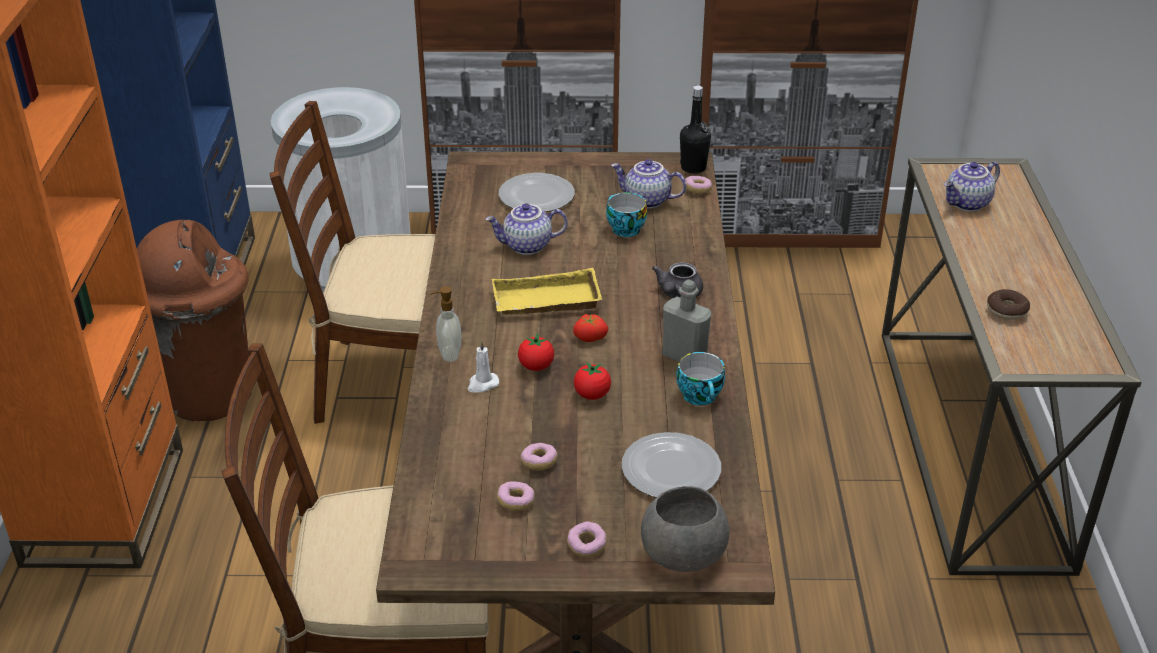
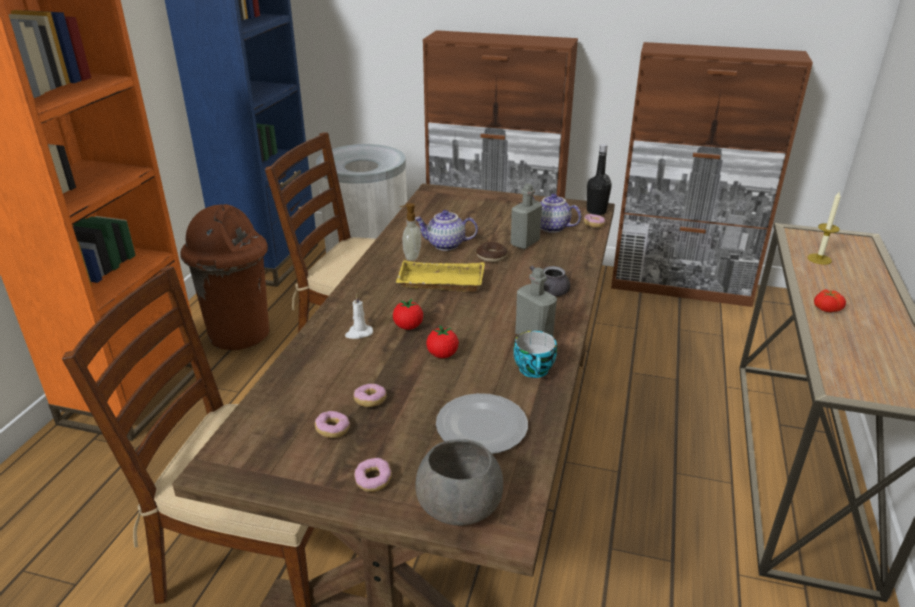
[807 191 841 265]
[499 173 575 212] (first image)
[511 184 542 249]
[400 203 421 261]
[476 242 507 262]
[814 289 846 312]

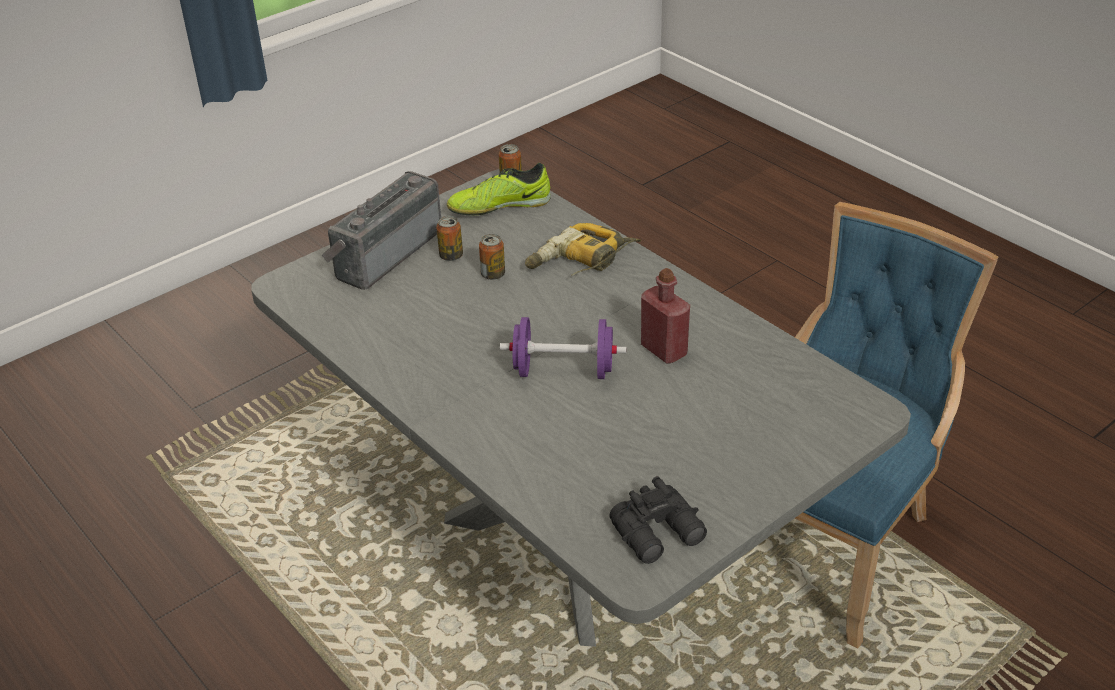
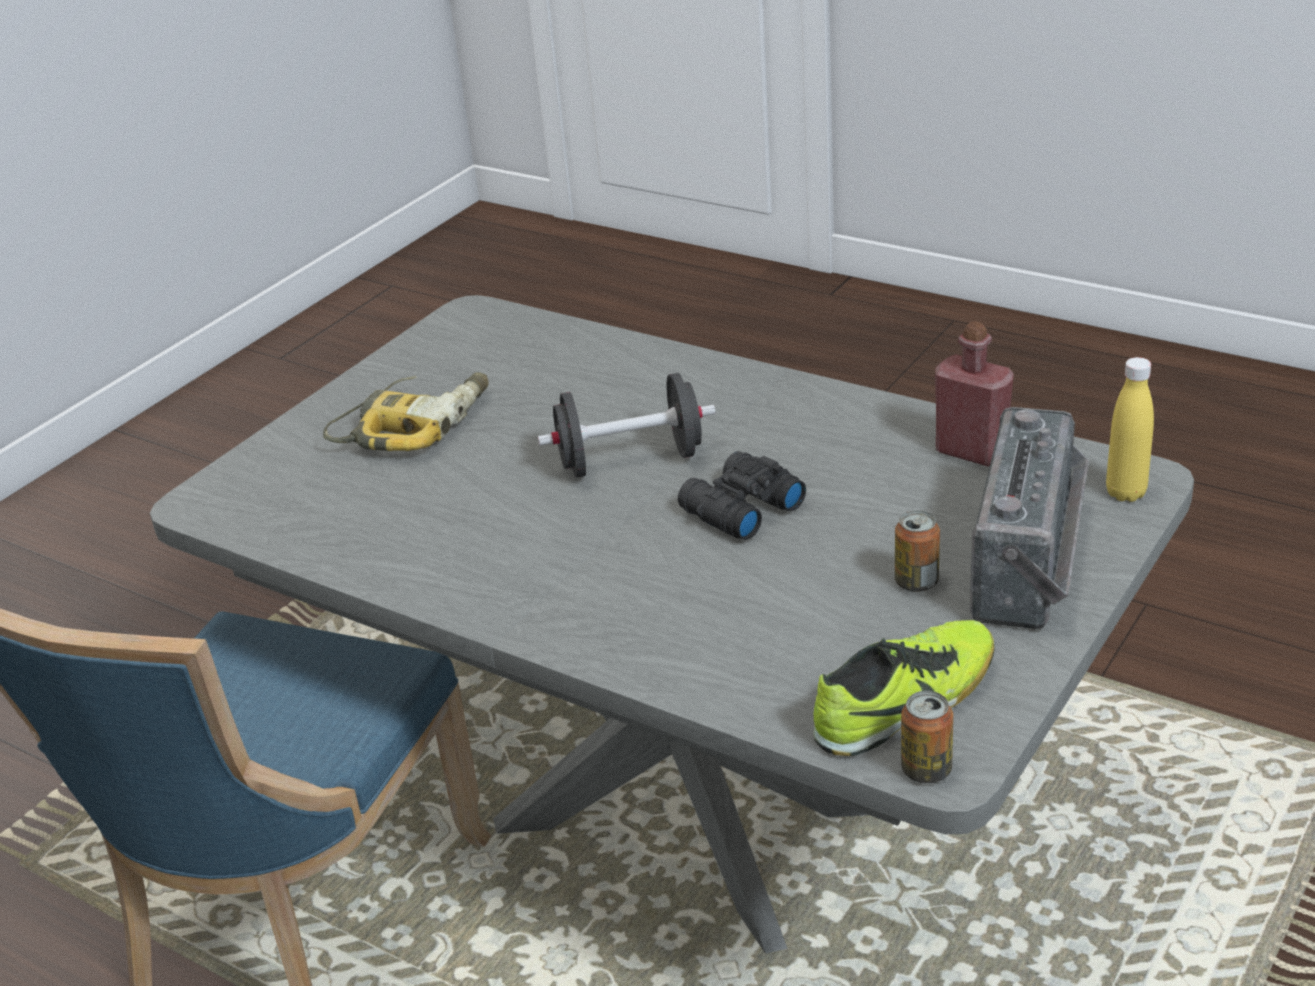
[323 372 489 451]
[479 234 505 280] (first image)
[935 321 1014 466]
[538 373 715 478]
[678 451 806 540]
[1106 357 1154 502]

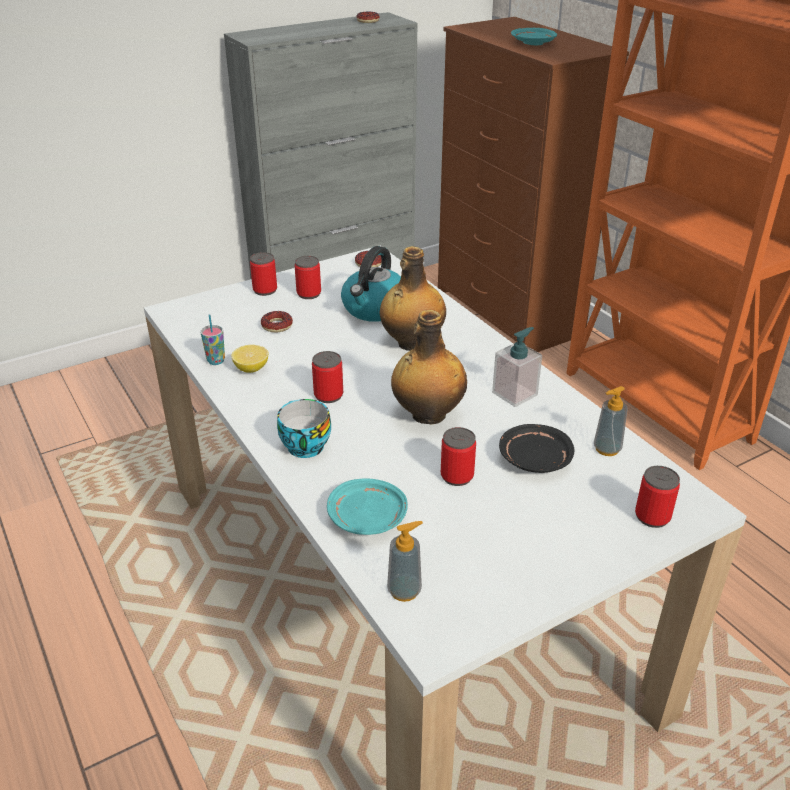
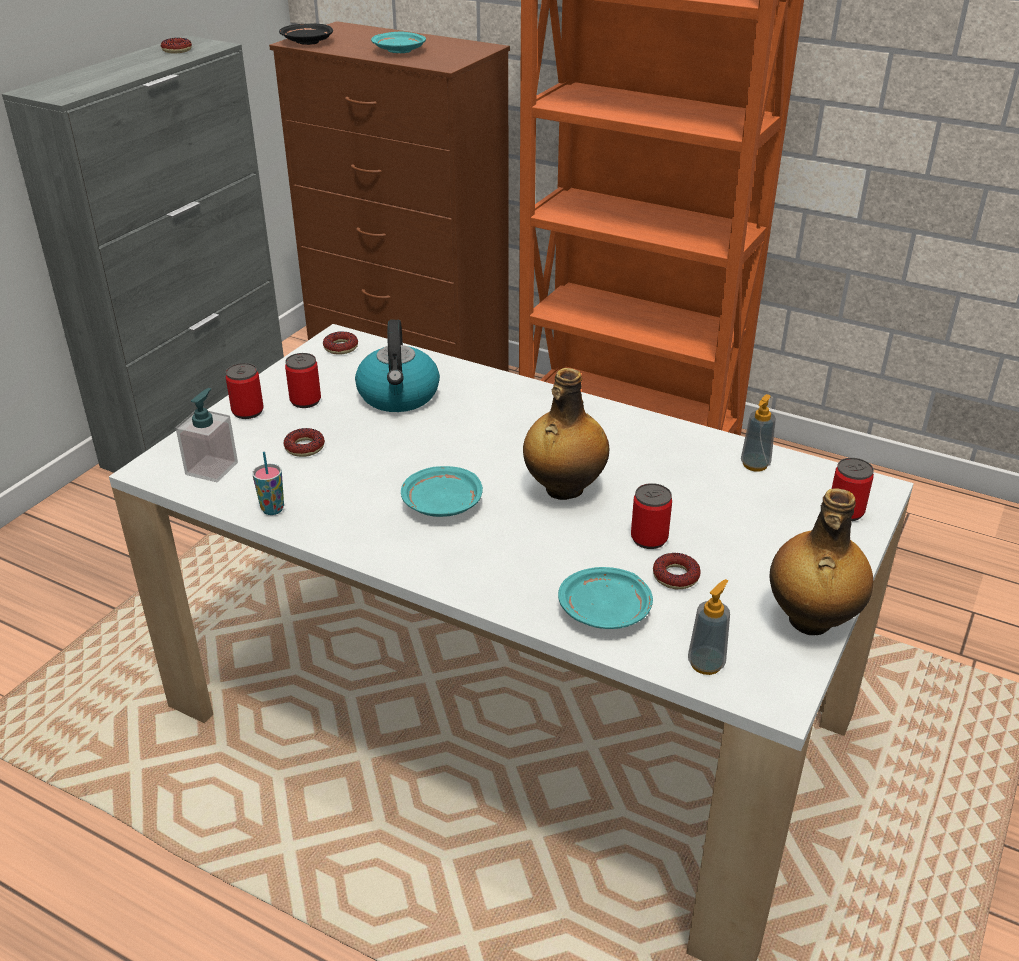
[770 488 873 635]
[176 388 238 482]
[231 345 268 373] (first image)
[401 466 483 517]
[277 399 331 458] (first image)
[279 24 333 45]
[653 553 700 589]

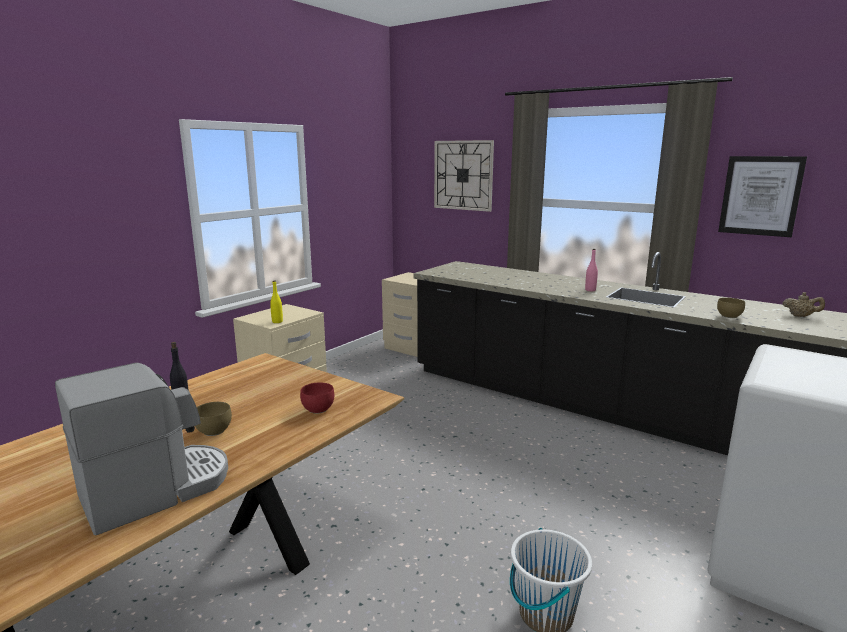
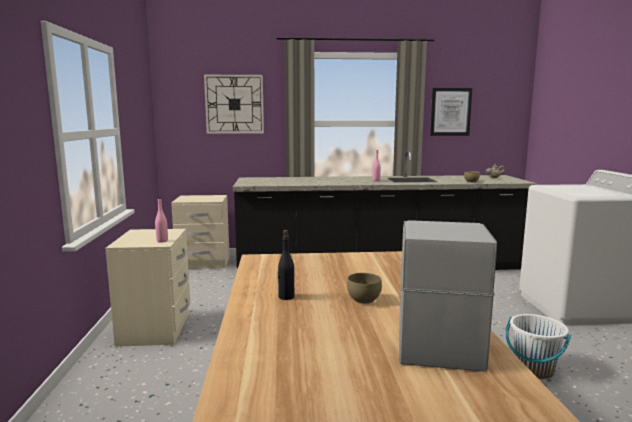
[155 198 168 243]
[300 383 334 414] (first image)

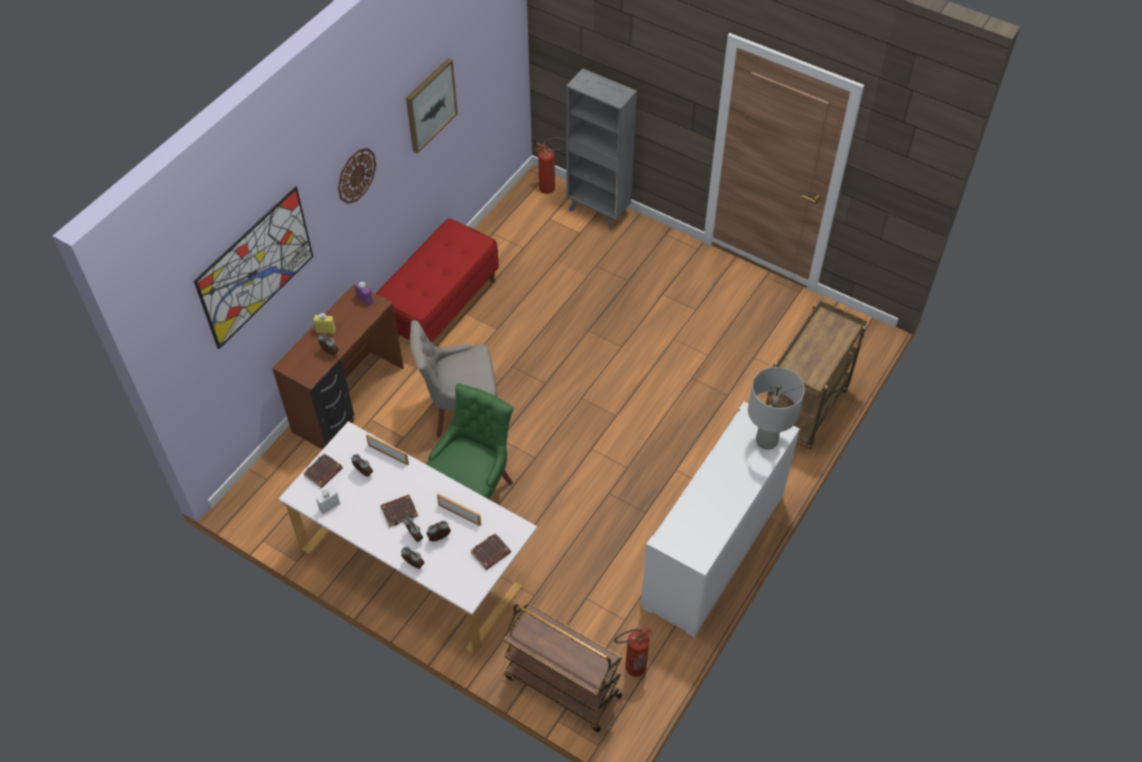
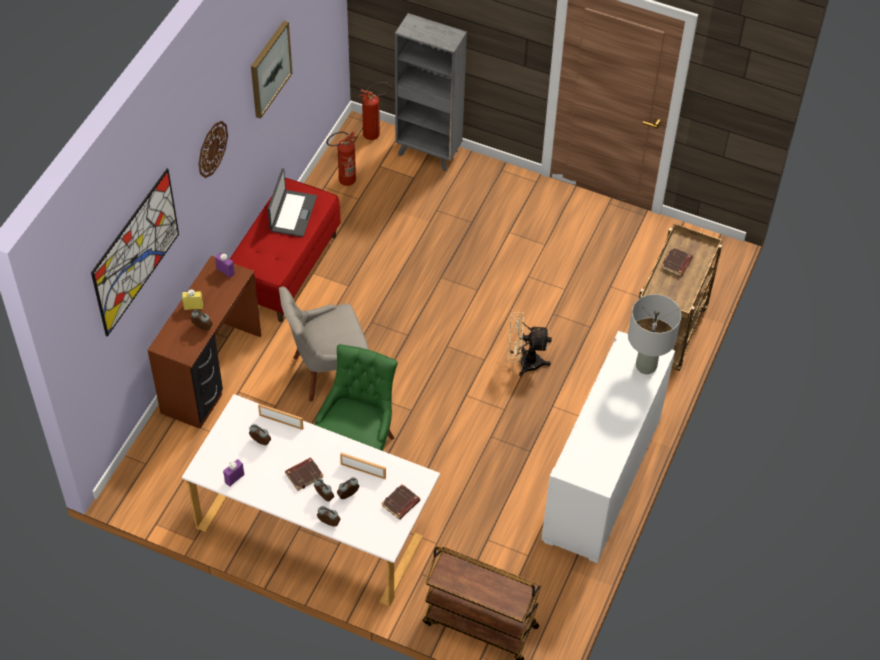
[661 247 693 277]
[223 459 244 487]
[326 131 357 186]
[268 168 317 237]
[508 312 552 377]

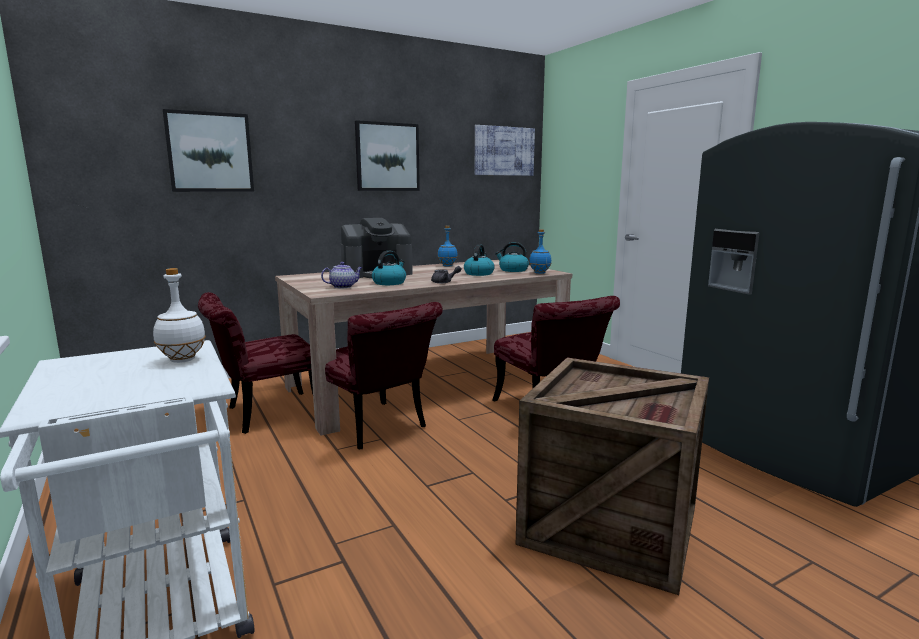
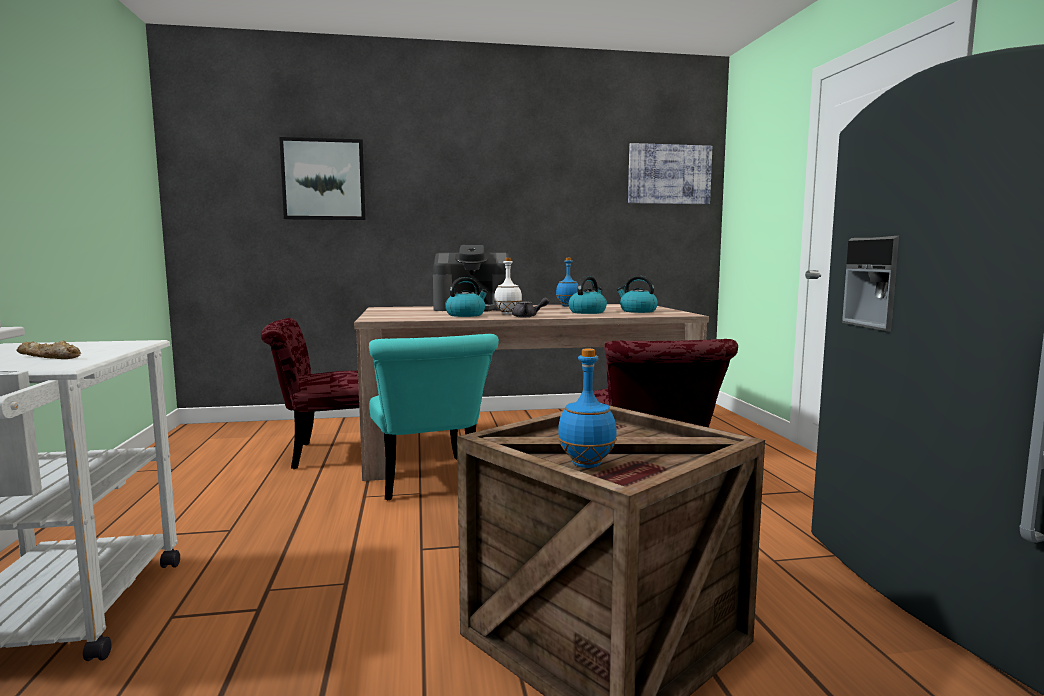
[355 120 420 191] (first image)
[558 349 617 468]
[321 262 363 288] (first image)
[494 258 522 314]
[369 334 499 500]
[16 340 81 359]

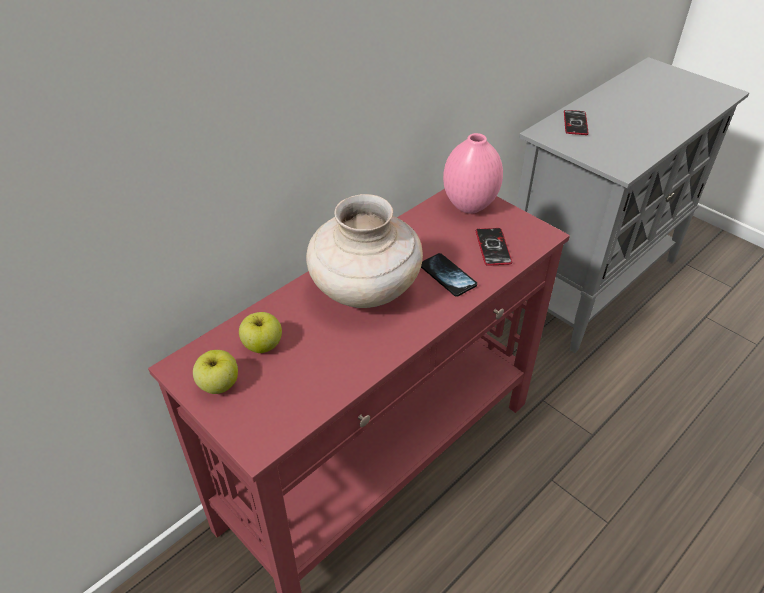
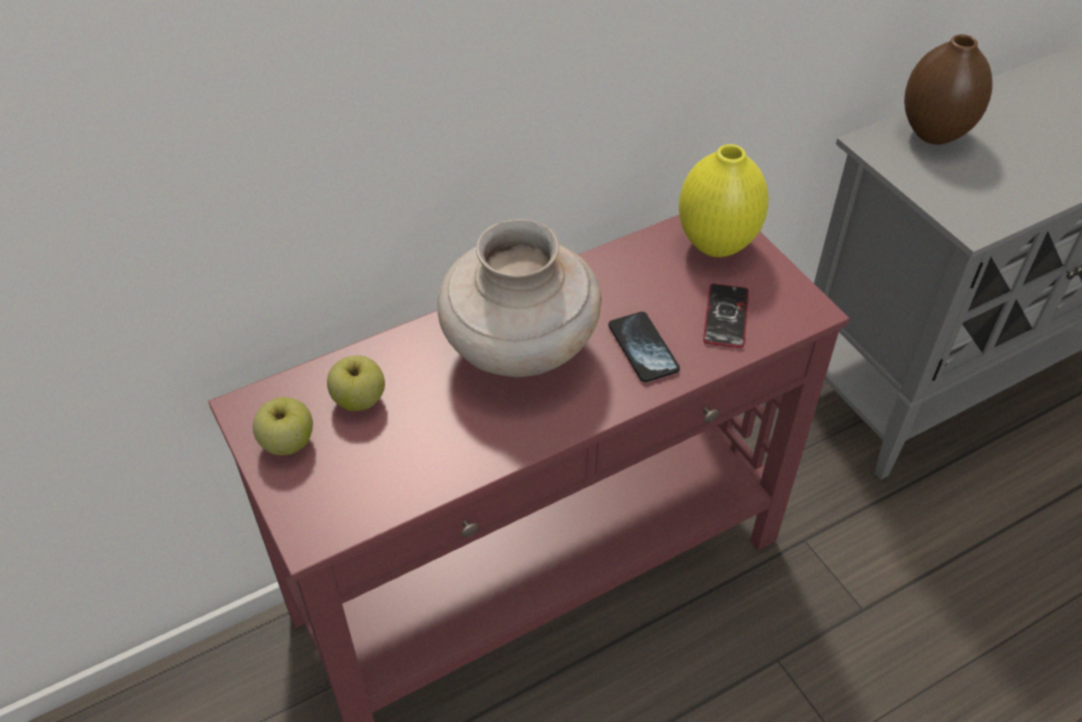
[904 34 993 145]
[679 144 769 257]

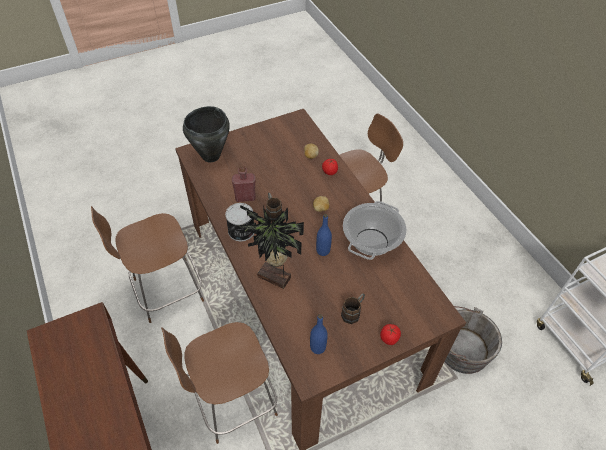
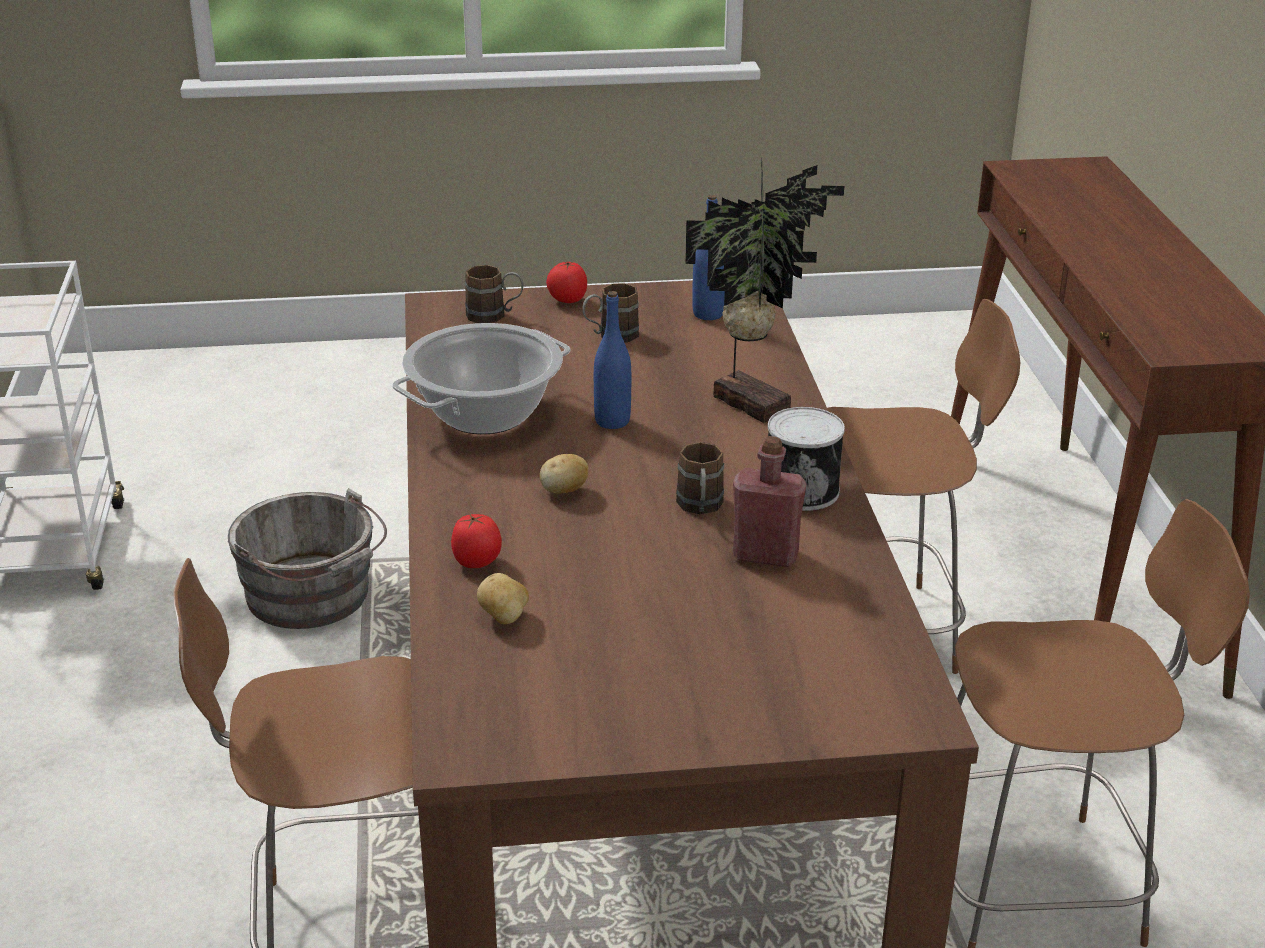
[183 106 230 162] (first image)
[465 265 523 323]

